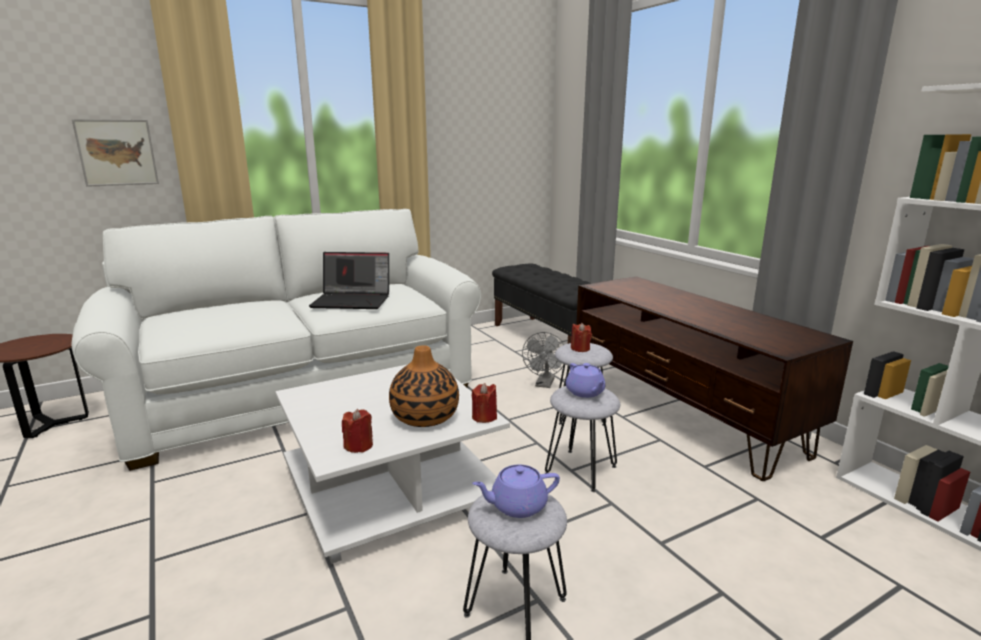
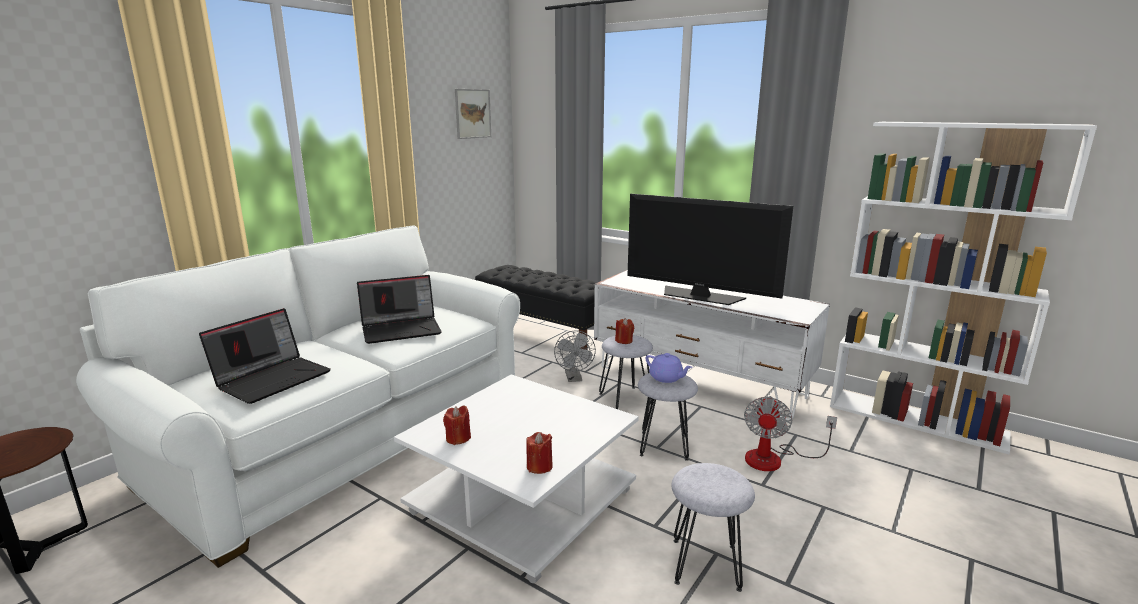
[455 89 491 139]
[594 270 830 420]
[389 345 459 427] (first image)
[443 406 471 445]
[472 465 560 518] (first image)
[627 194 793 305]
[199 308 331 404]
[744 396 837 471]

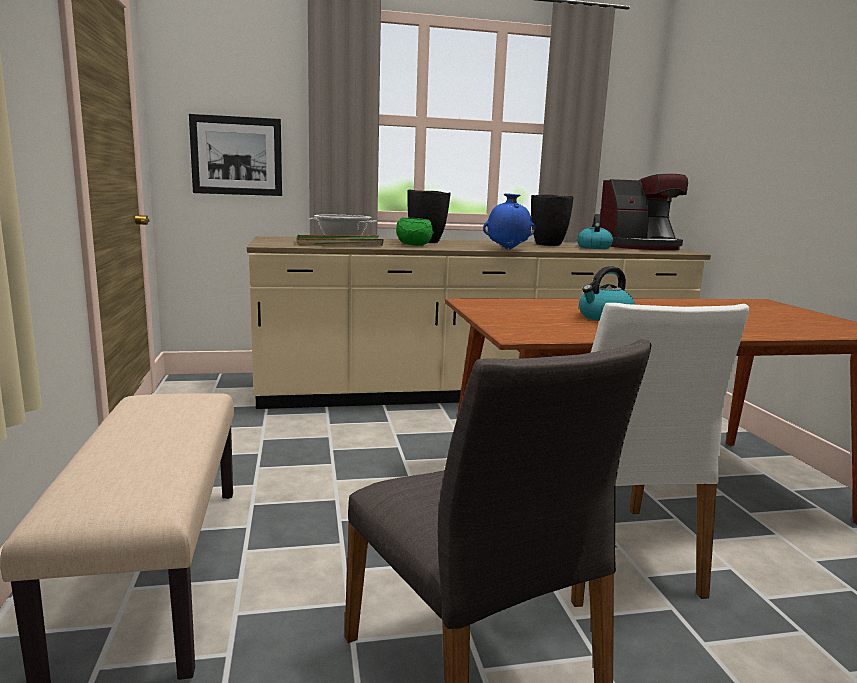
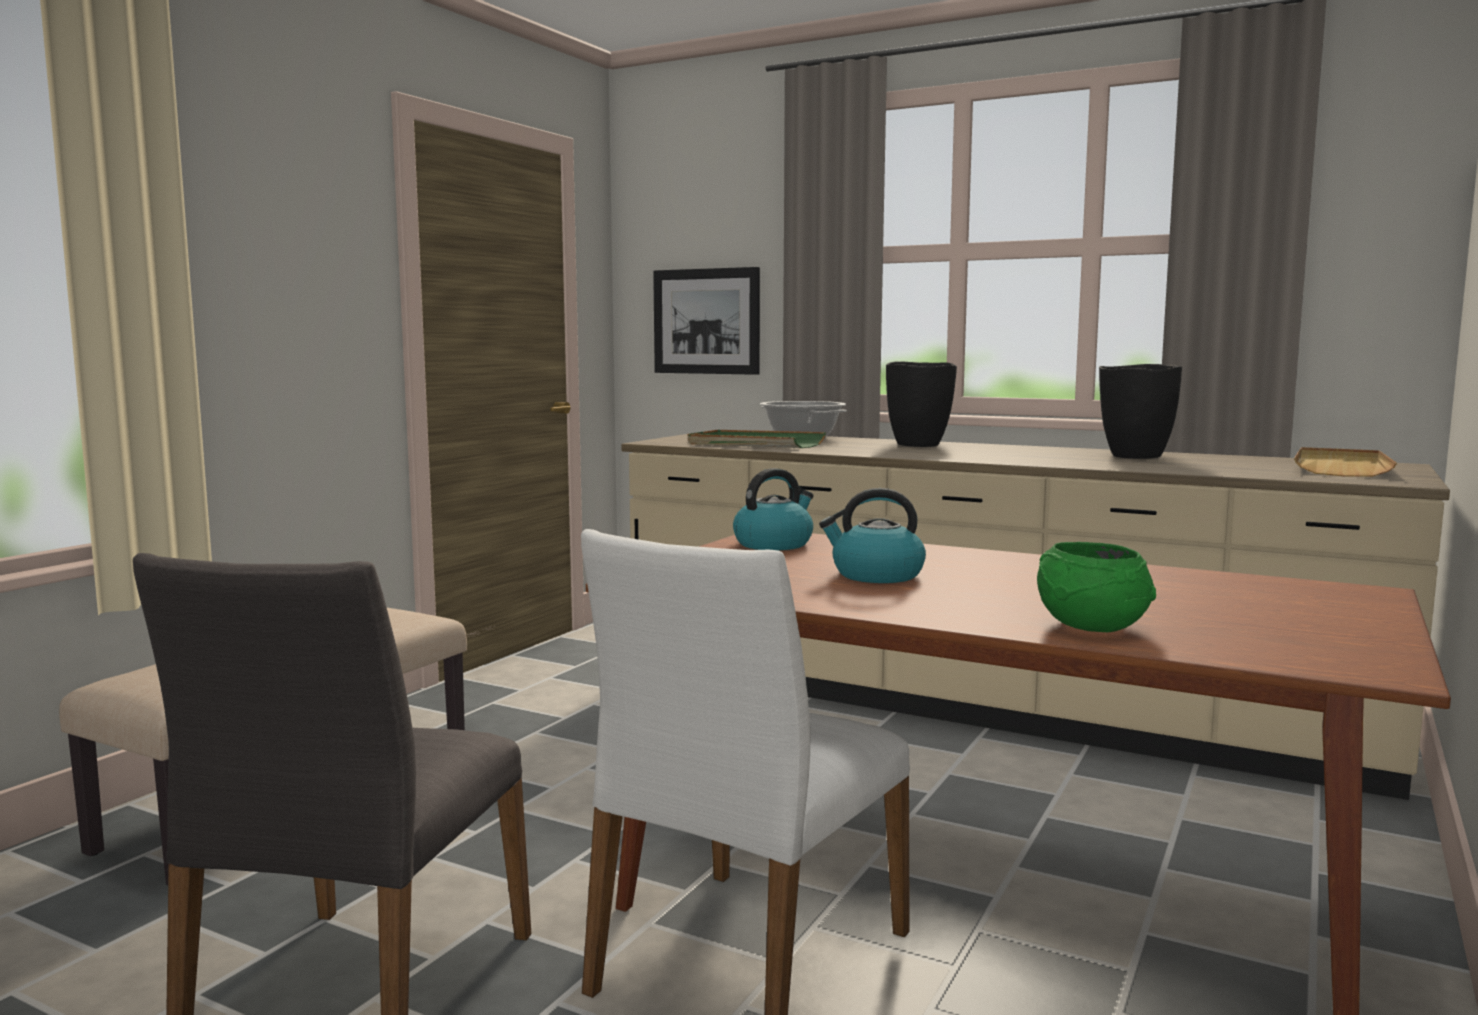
[1294 447 1397 477]
[483 194 535 249] (first image)
[733 468 814 550]
[1037 542 1156 632]

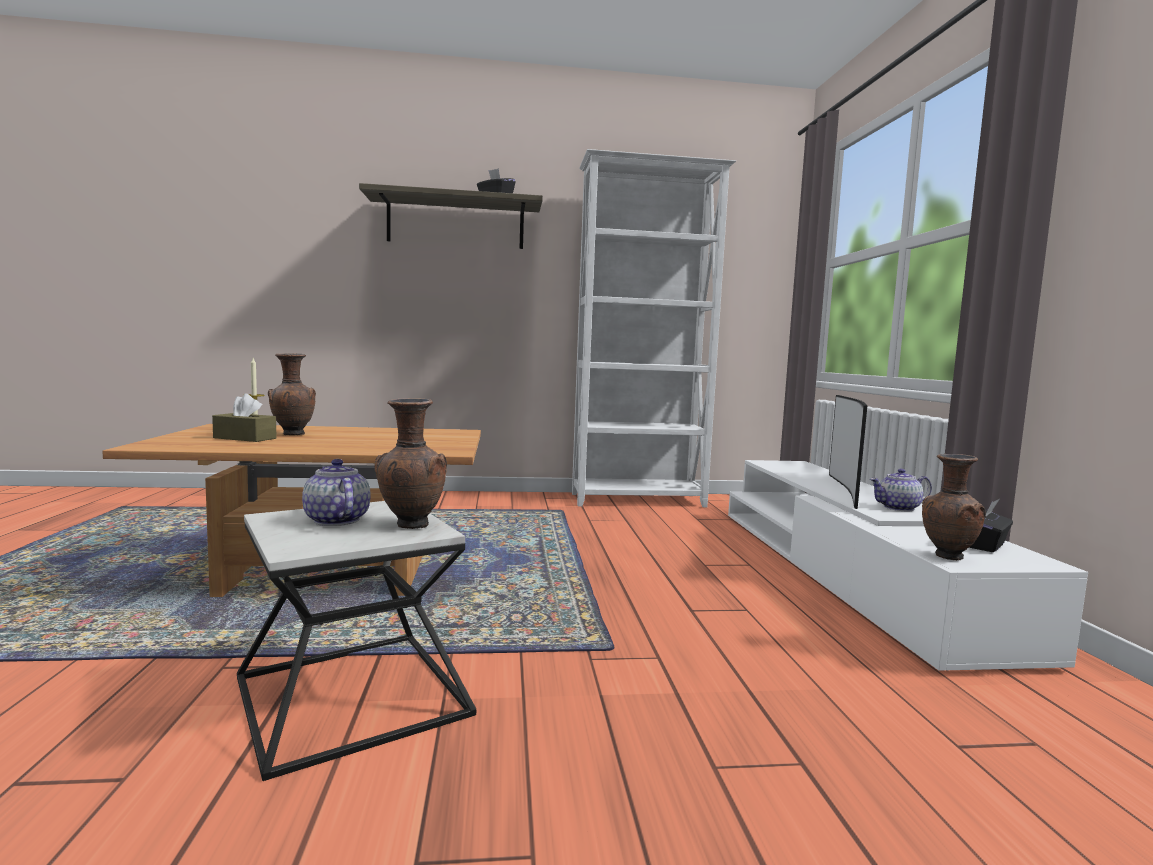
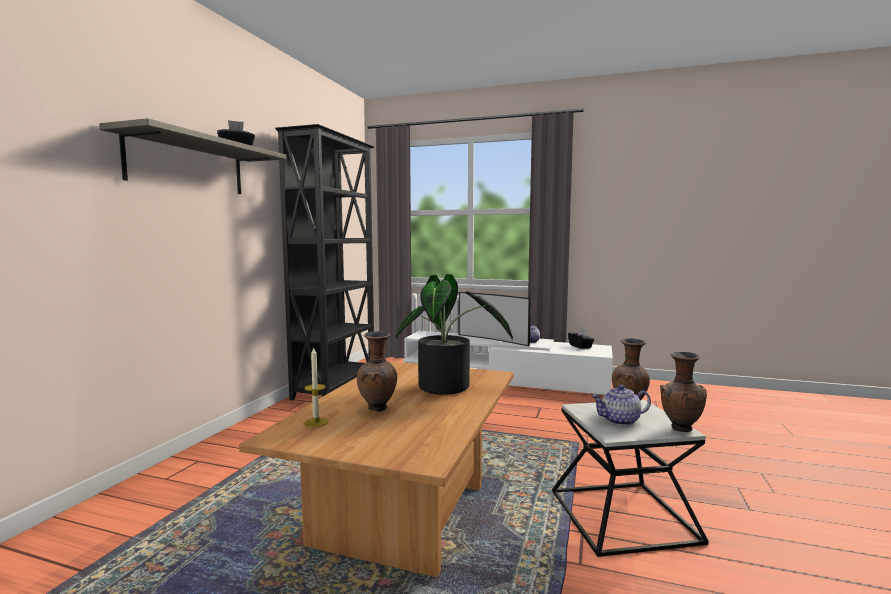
[275 124 374 400]
[212 393 276 442] (first image)
[660 351 707 432]
[396 274 513 395]

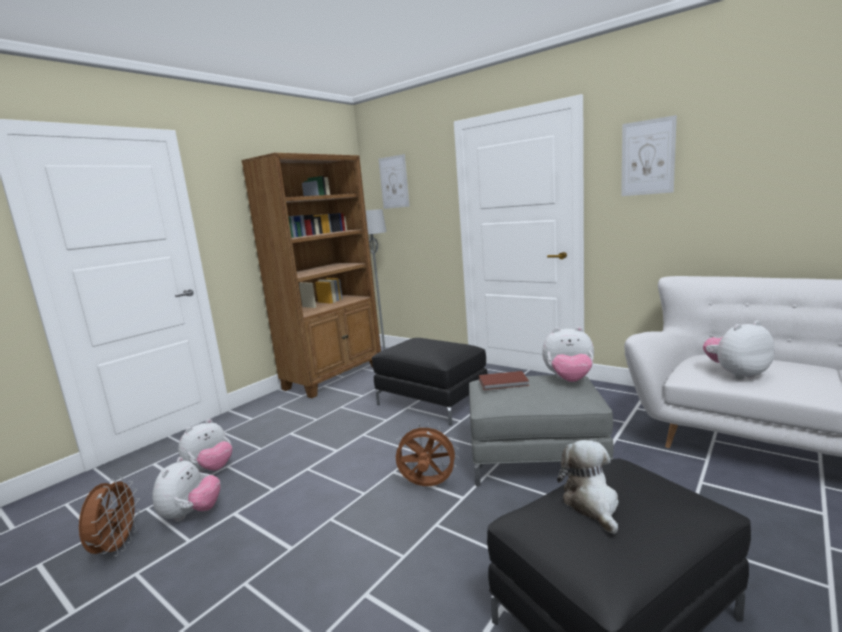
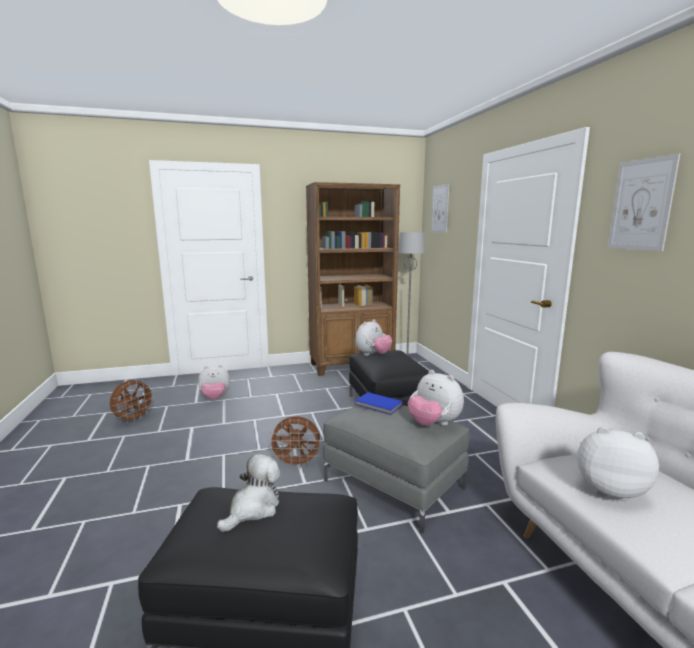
[355 392 403 415]
[268 416 322 468]
[355 319 392 356]

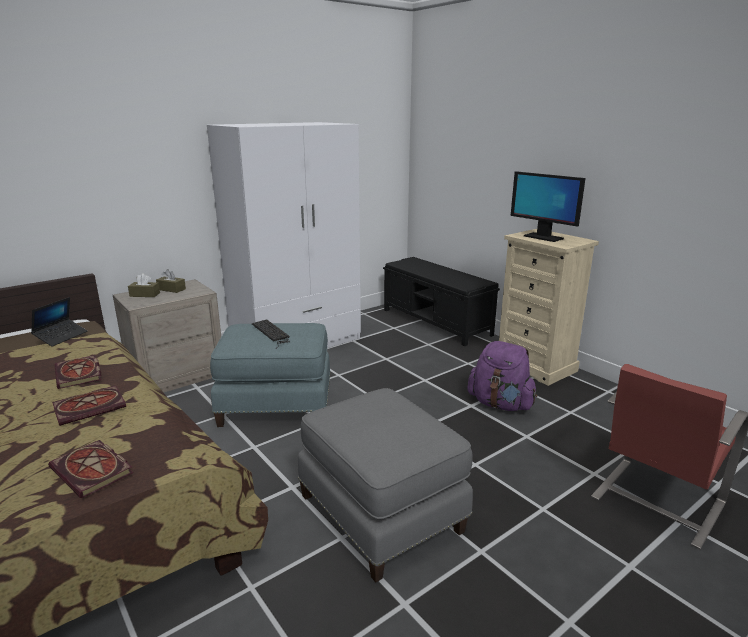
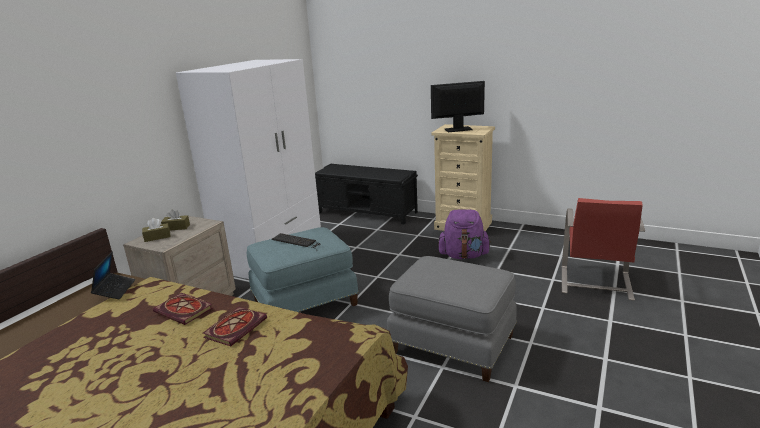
[431 81 485 132]
[48 440 133 498] (first image)

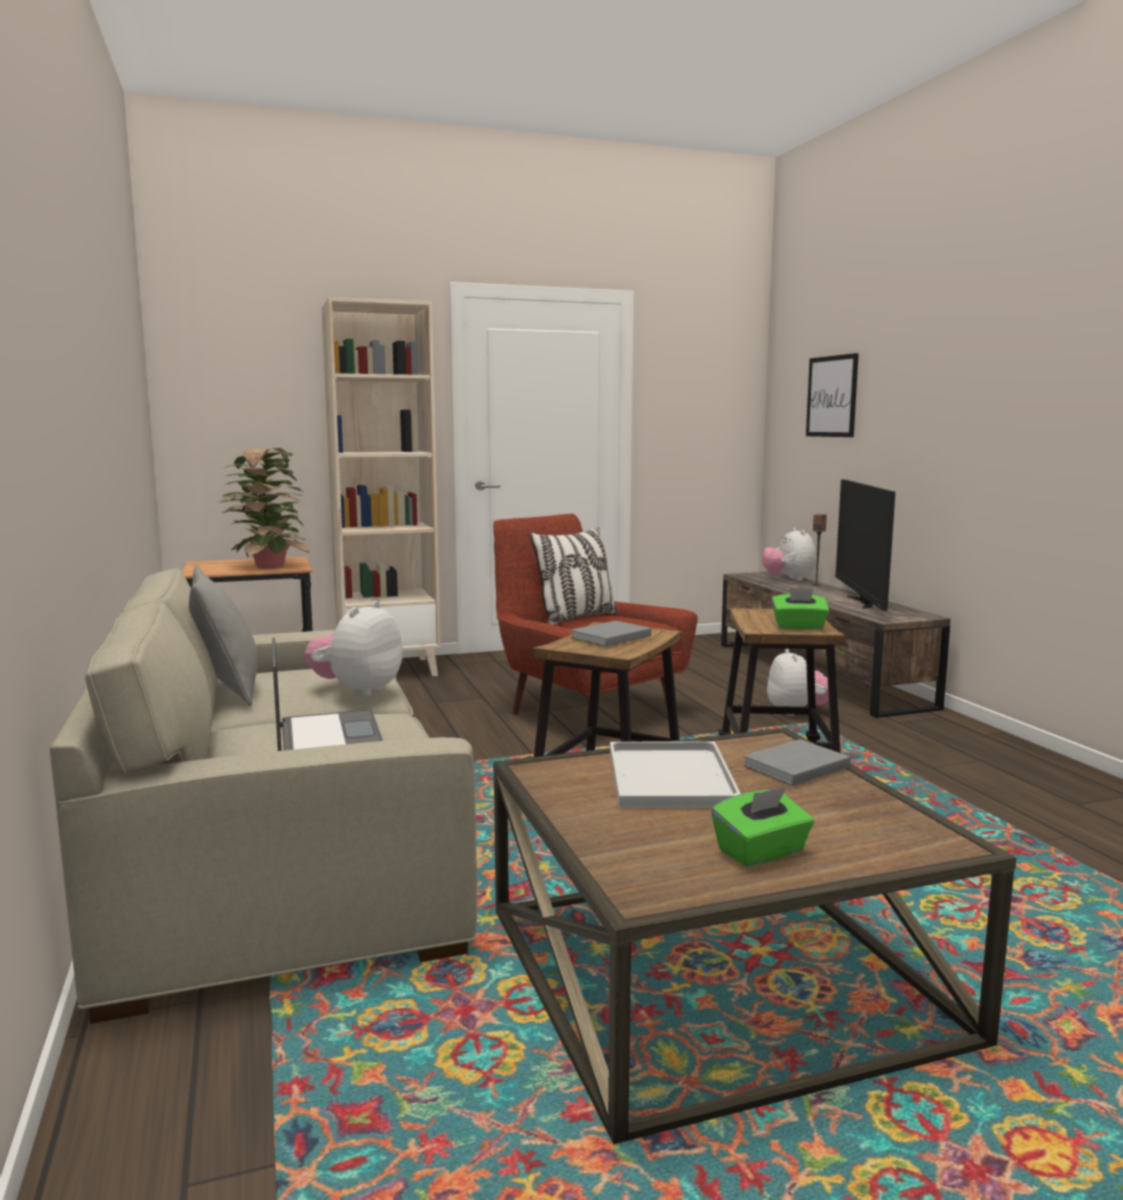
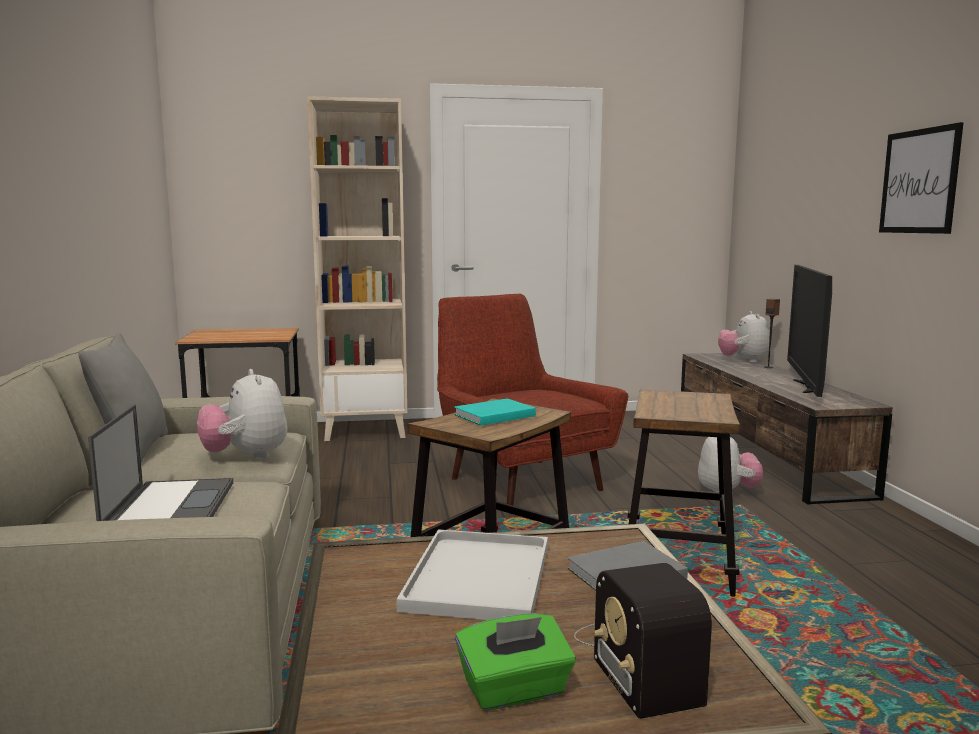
[879 122 964 234]
[219 448 310 569] (first image)
[529 528 618 625] (first image)
[772 587 829 630] (first image)
[197 369 288 460]
[454 398 536 425]
[574 563 712 719]

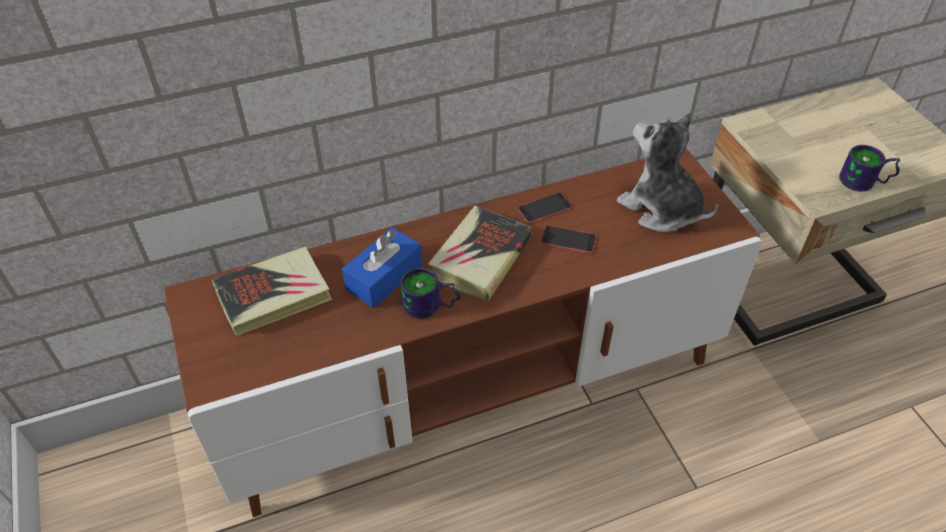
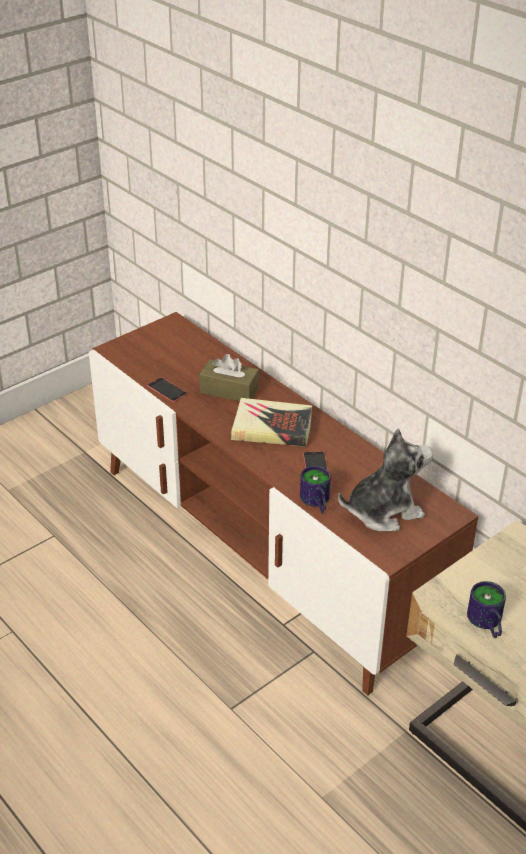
[338 428 433 531]
[147 377 187 402]
[199 354 259 401]
[212 246 332 336] (first image)
[300 466 331 513]

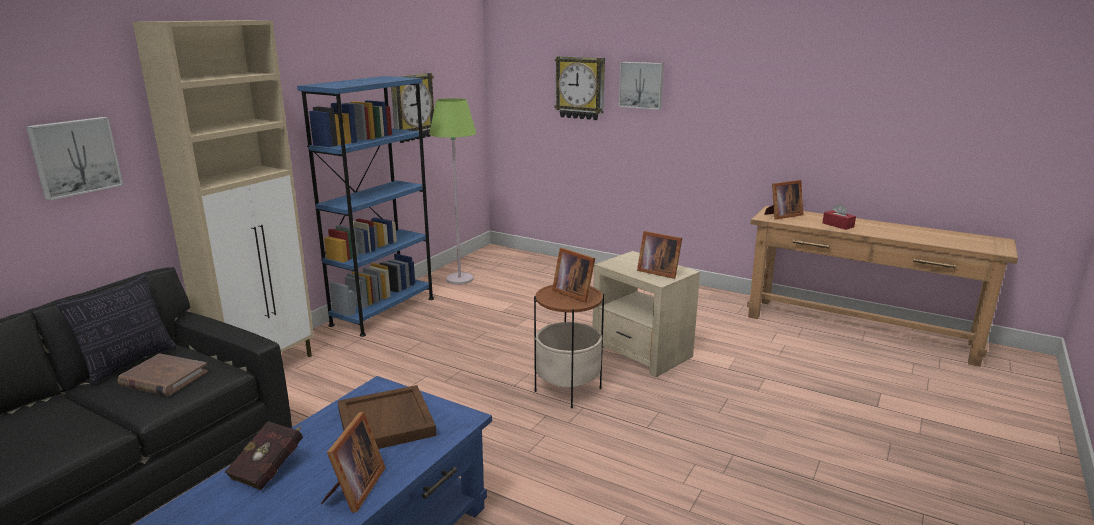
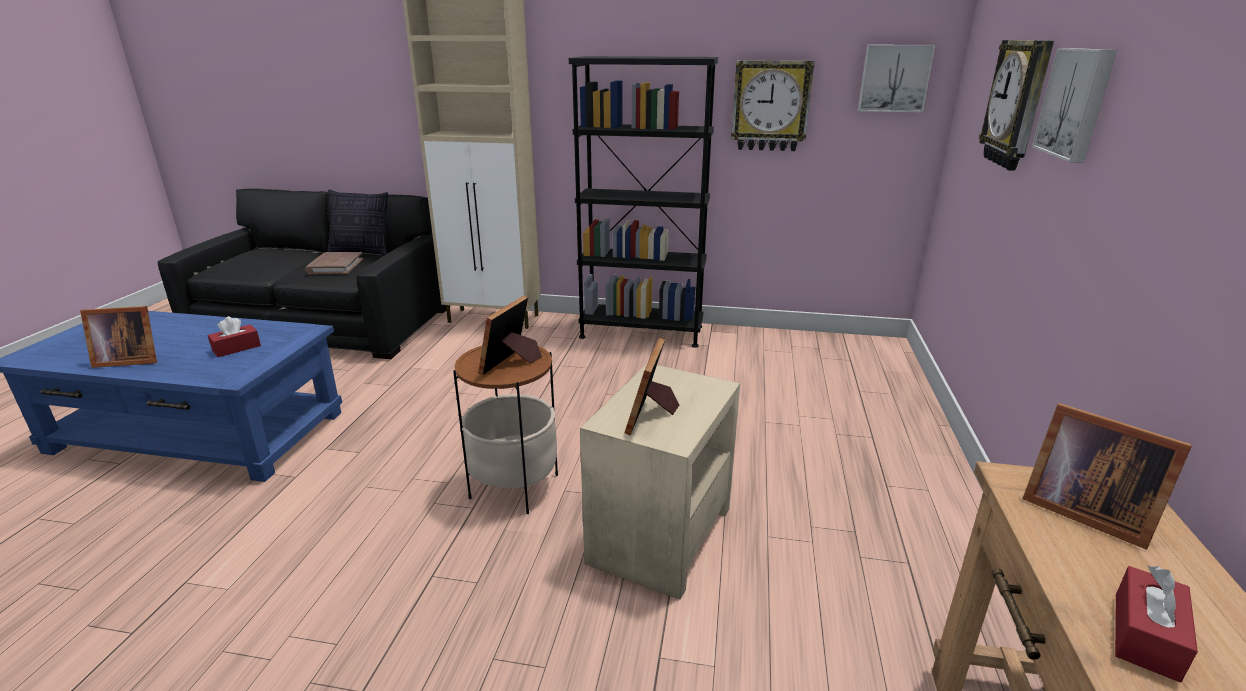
[569 56 718 348]
[429 98 476 285] (first image)
[858 45 935 113]
[208 316 261 357]
[225 421 303 490] (first image)

